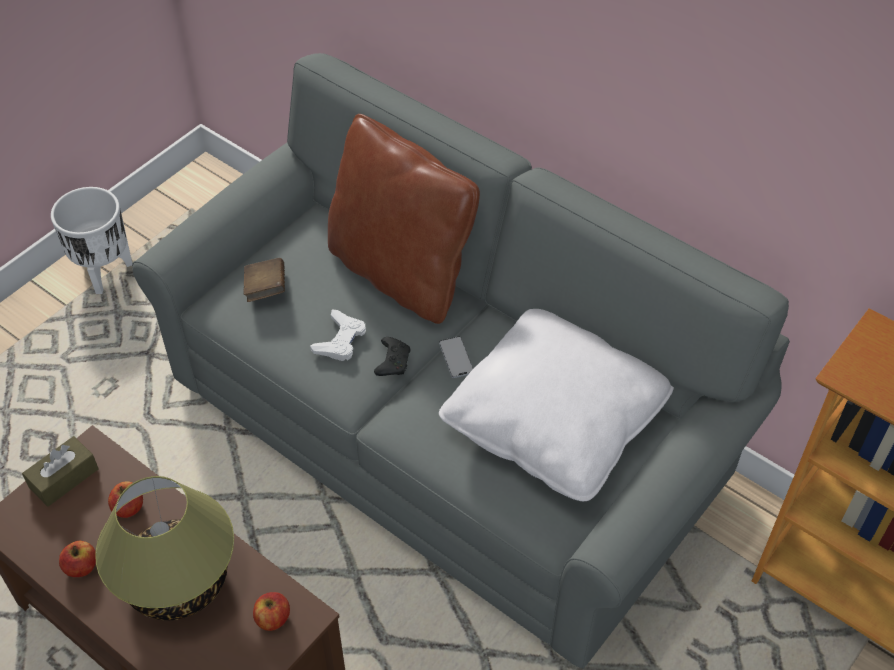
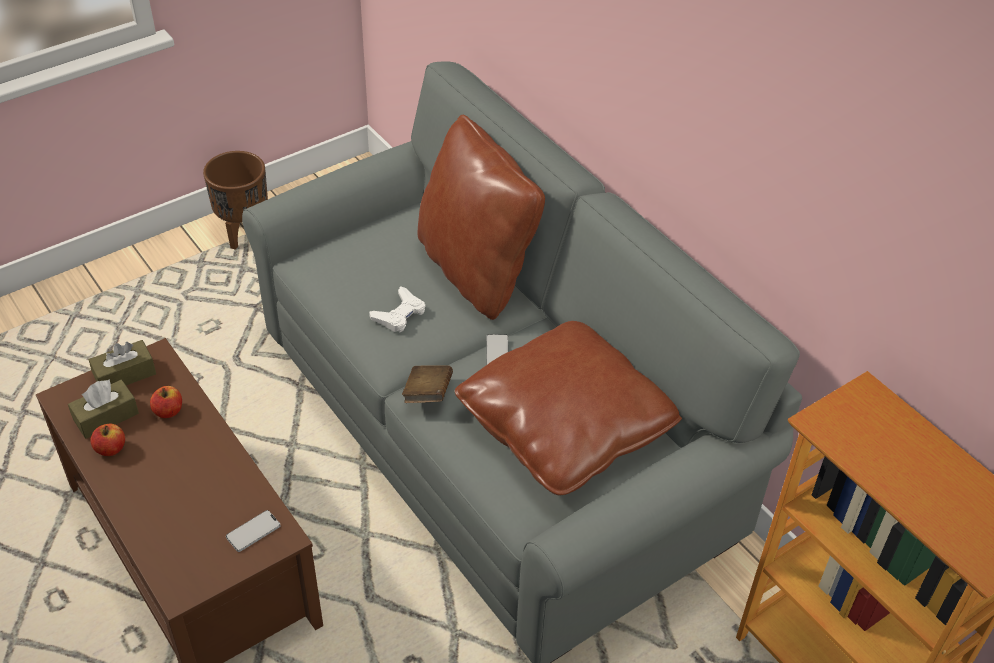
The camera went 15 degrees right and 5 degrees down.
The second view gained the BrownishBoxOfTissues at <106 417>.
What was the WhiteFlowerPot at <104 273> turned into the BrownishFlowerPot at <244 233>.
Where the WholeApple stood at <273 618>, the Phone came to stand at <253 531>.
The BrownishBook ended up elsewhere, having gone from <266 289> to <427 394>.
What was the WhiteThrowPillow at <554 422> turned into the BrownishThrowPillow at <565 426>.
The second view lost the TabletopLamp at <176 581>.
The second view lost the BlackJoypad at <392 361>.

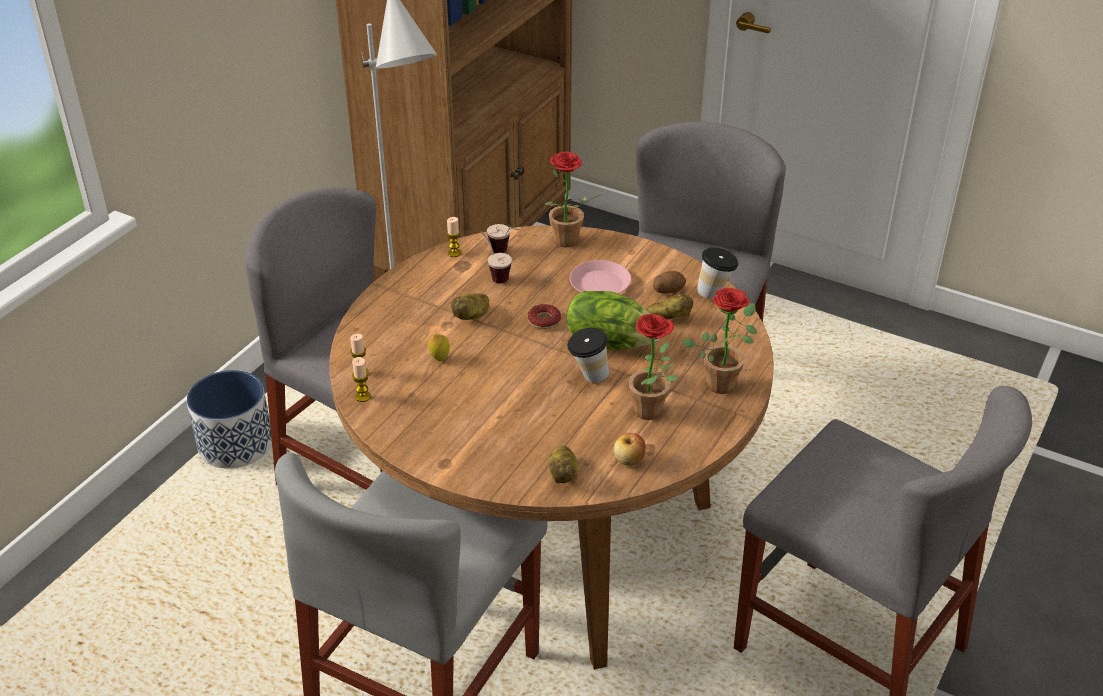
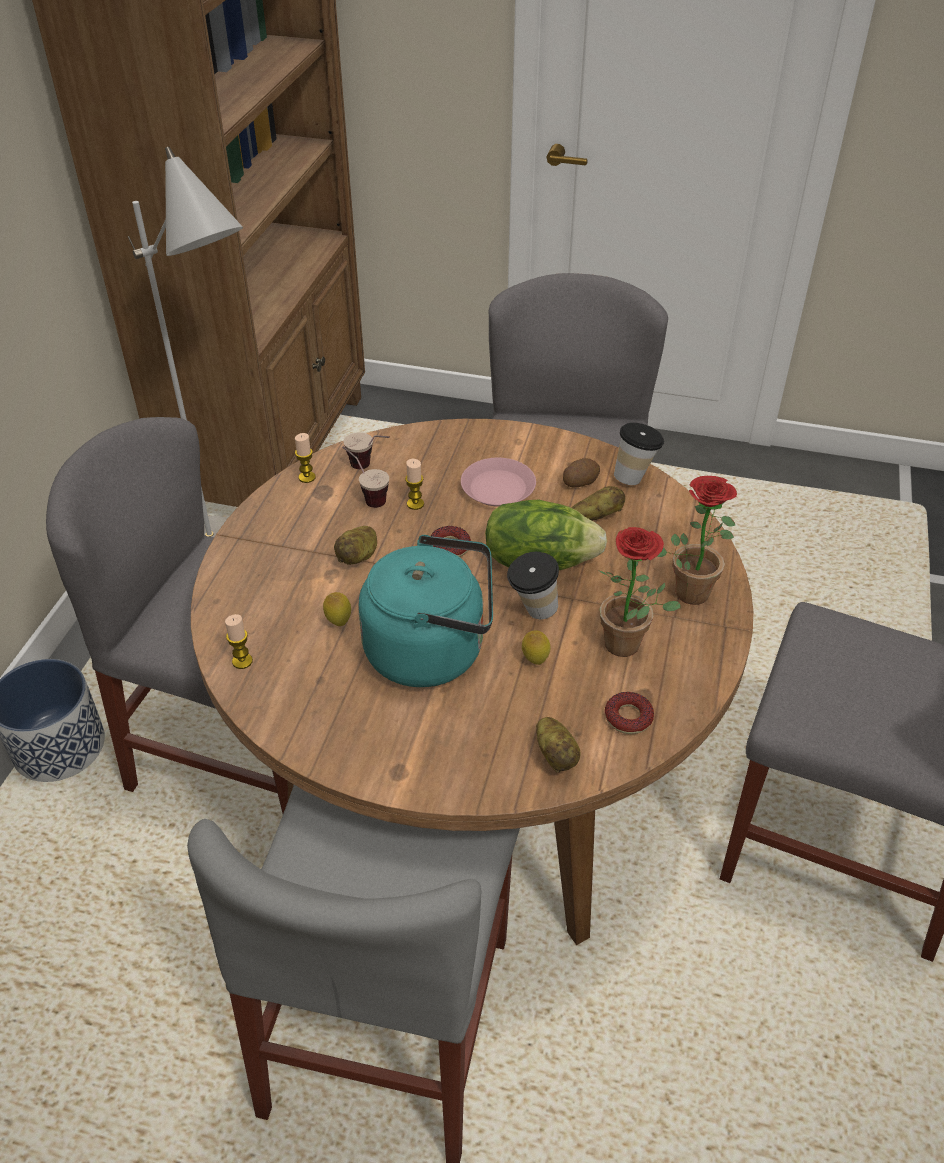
The camera went 15 degrees left and 5 degrees up.
The second view gained the BlueGreenWaterKettle at <432 650>.
The WaxLight ended up elsewhere, having gone from <363 397> to <415 504>.
The second view gained the WholeLemon at <535 660>.
Where the WholeApple stood at <629 460>, the Doughnut came to stand at <628 717>.
The second view lost the Houseplant at <565 244>.

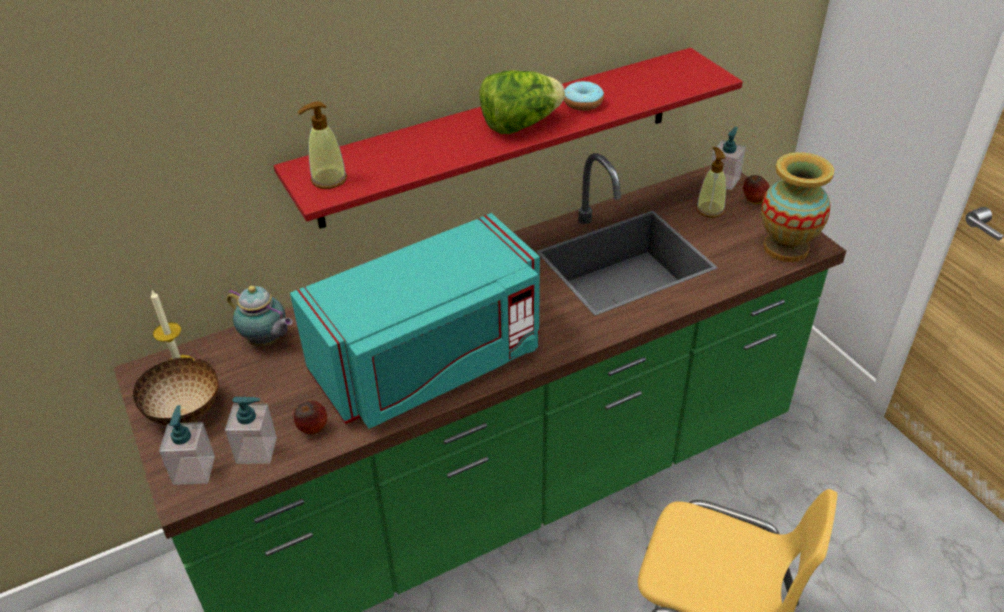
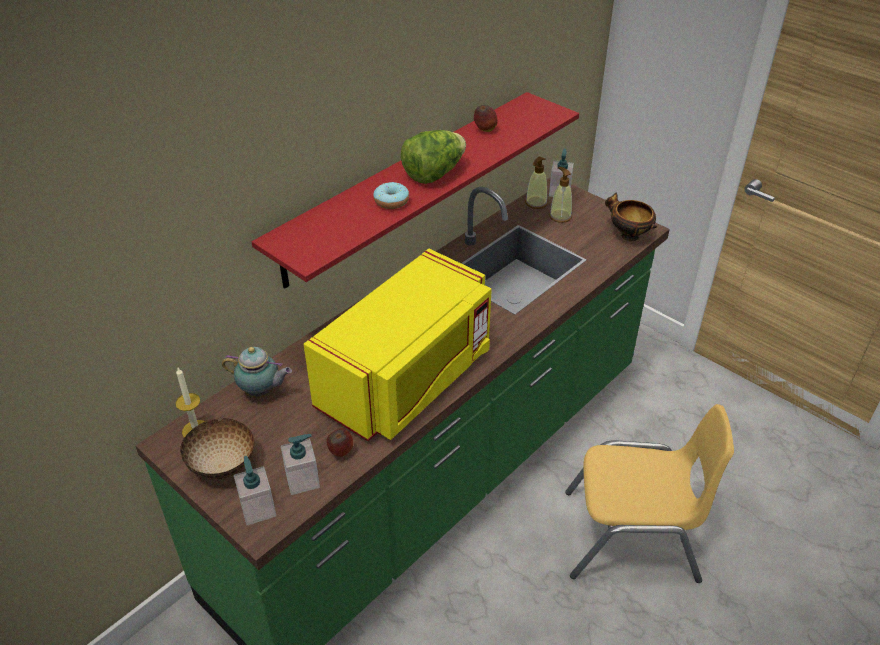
The camera went 20 degrees left and 0 degrees up.
What was the BlueGreenMicrowaveOven at <430 363> turned into the YellowMicrowaveOven at <407 379>.
The Doughnut ended up elsewhere, having gone from <583 103> to <391 201>.
The WholeApple ended up elsewhere, having gone from <754 201> to <485 130>.
The SoapBottle ended up elsewhere, having gone from <328 179> to <536 203>.
Where the FlowerVase stood at <785 248>, the DeepDish came to stand at <627 235>.

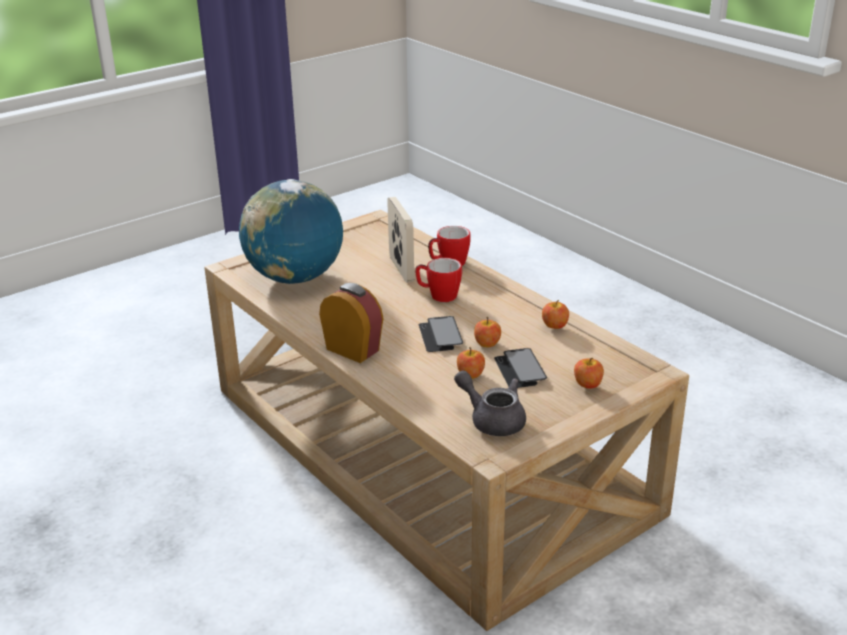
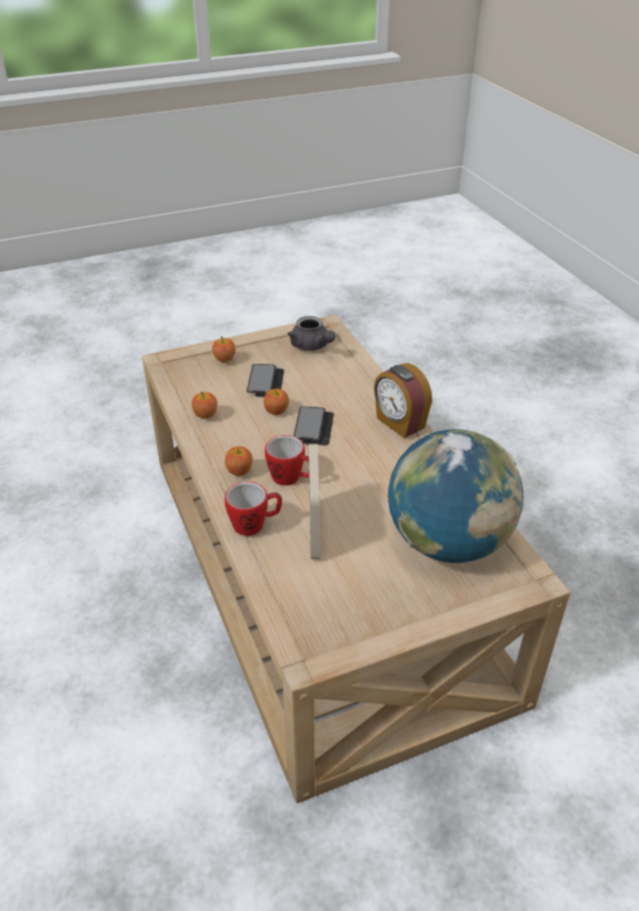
The camera went 165 degrees left and 10 degrees up.
The WholeApple ended up elsewhere, having gone from <470 375> to <239 470>.

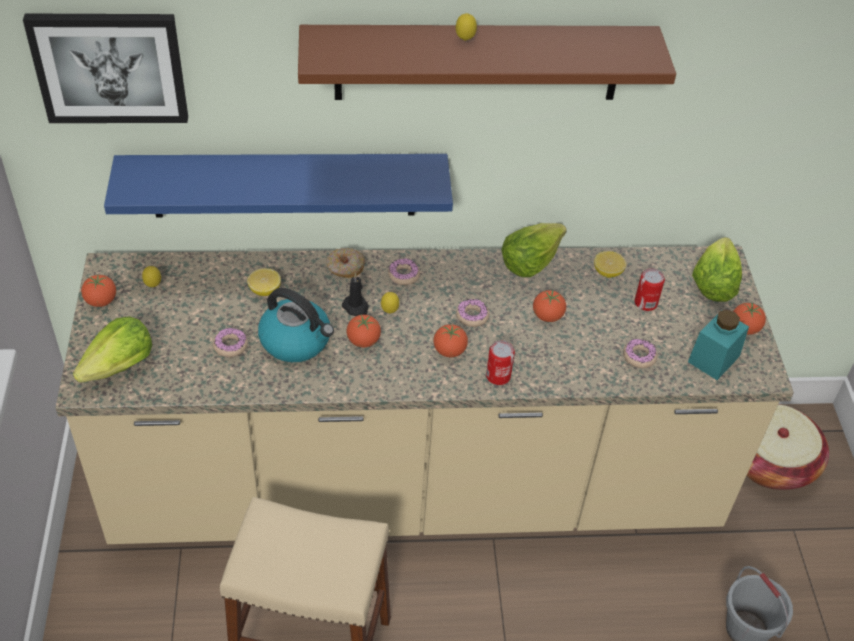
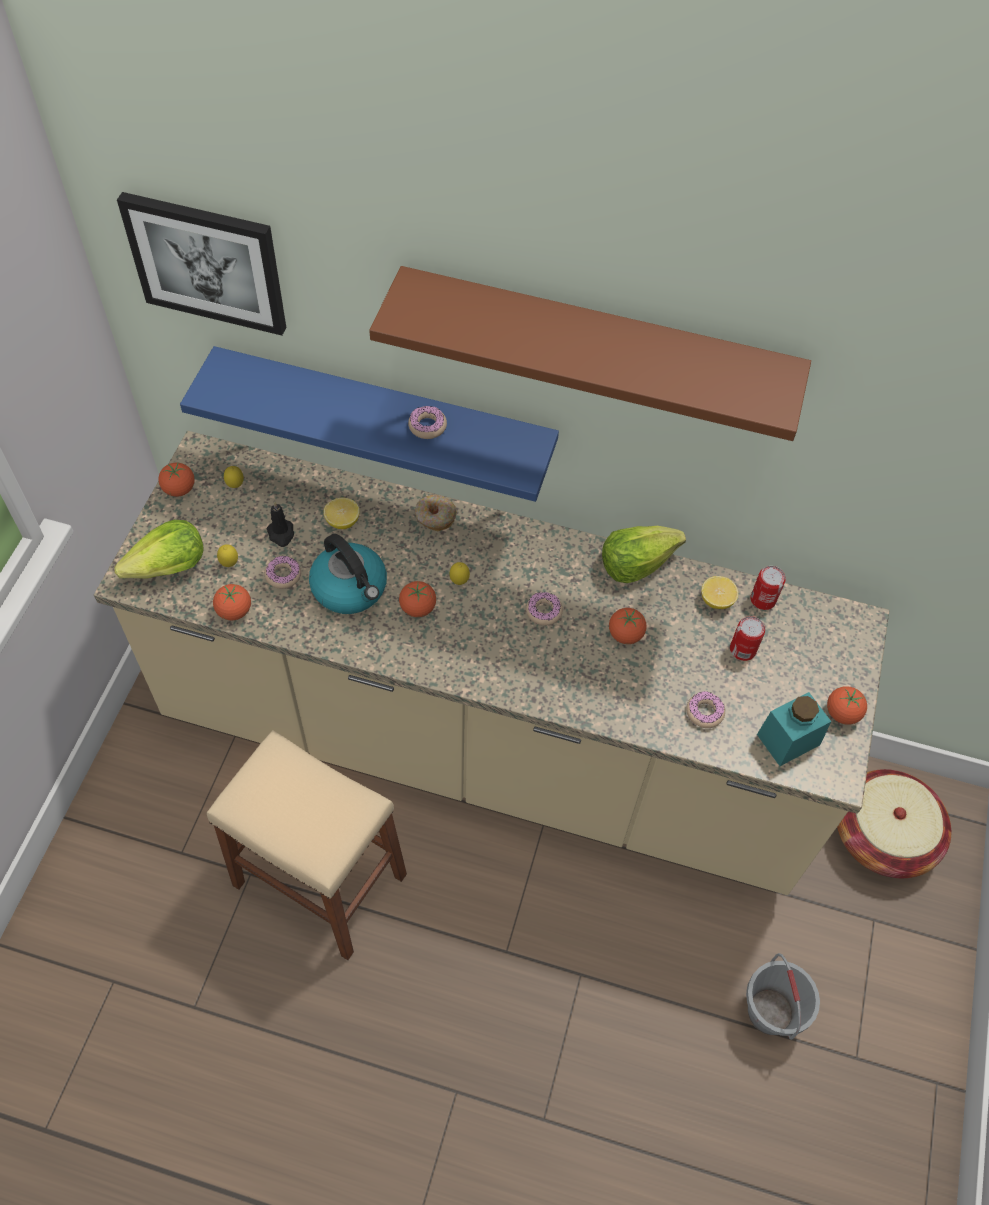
The camera went 20 degrees right and 10 degrees up.
The FreshTomato ended up elsewhere, having gone from <449 351> to <234 611>.
The WholeLemon ended up elsewhere, having gone from <465 40> to <229 564>.
The BlackWaxLight ended up elsewhere, having gone from <356 308> to <281 534>.
The Doughnut ended up elsewhere, having gone from <404 275> to <427 426>.
The MetalCan ended up elsewhere, having gone from <498 376> to <763 599>.
The second view lost the LettuceHead at <713 283>.

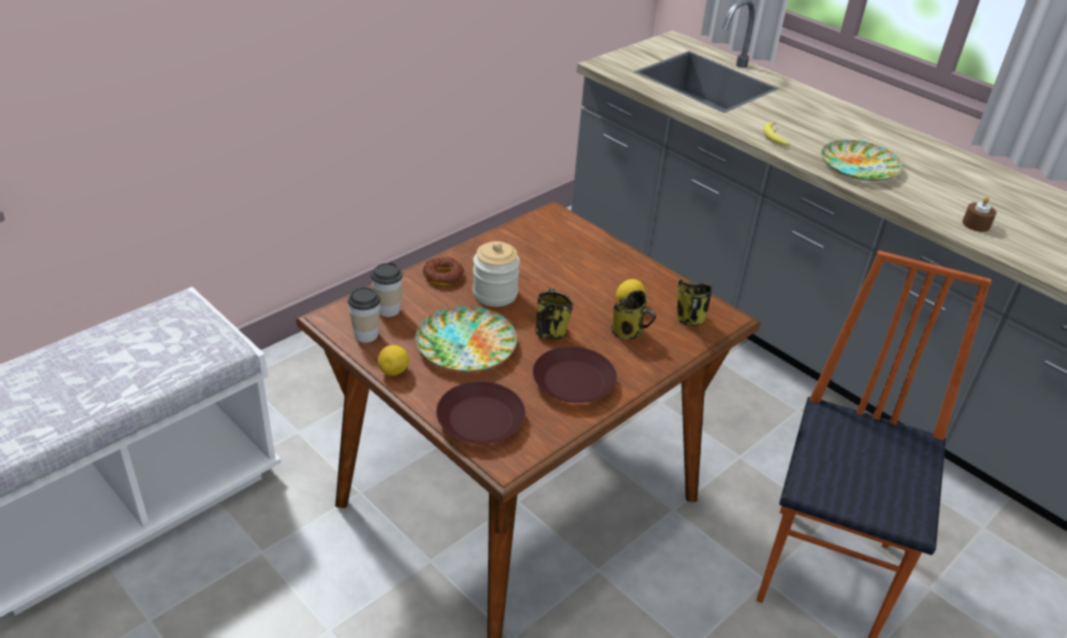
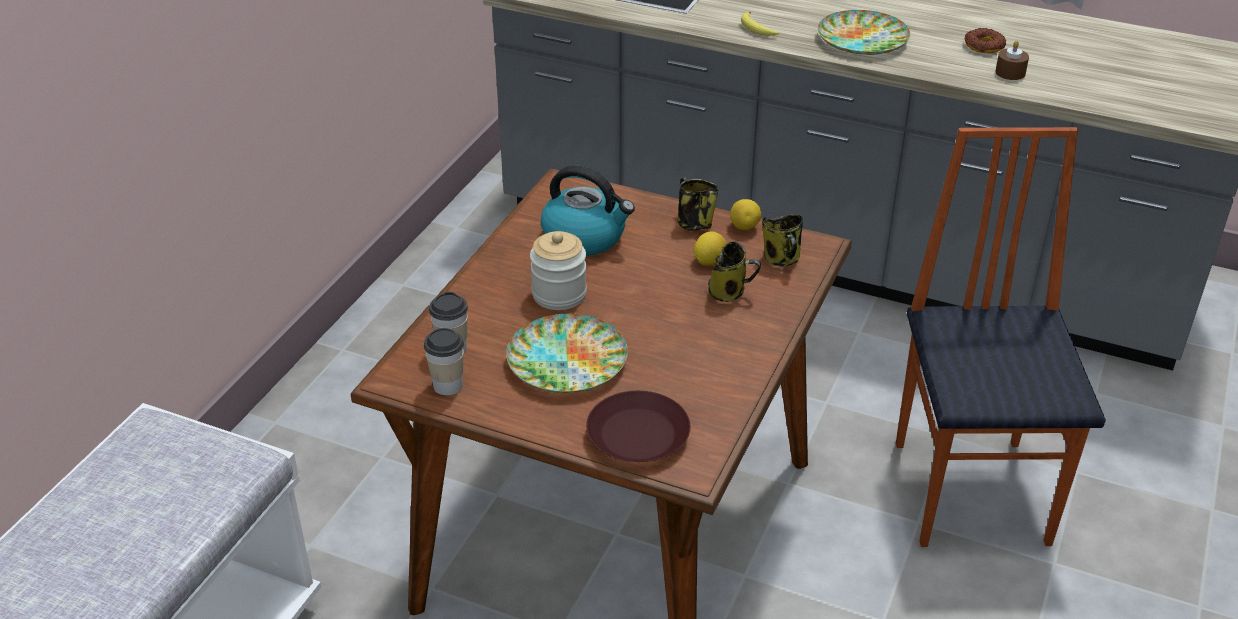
The camera went 20 degrees left and 0 degrees up.
The second view gained the WaterKettle at <585 237>.
The TeaMug ended up elsewhere, having gone from <550 331> to <693 223>.
The WholeLemon ended up elsewhere, having gone from <394 371> to <744 227>.
The Doughnut ended up elsewhere, having gone from <443 276> to <984 46>.
The second view lost the BrownishDinnerPlate at <572 381>.

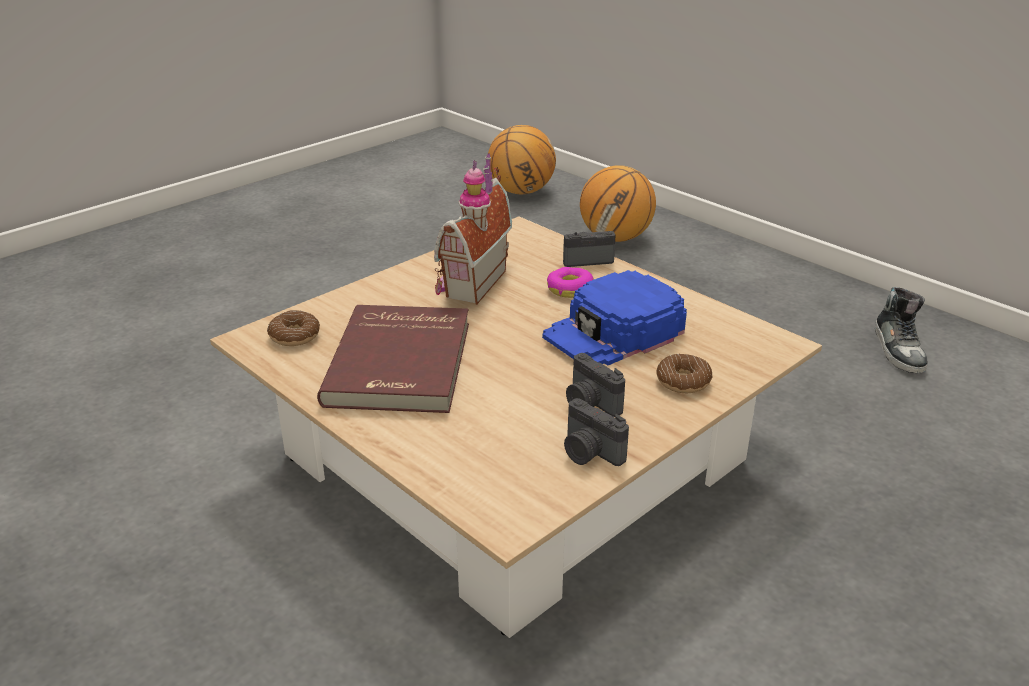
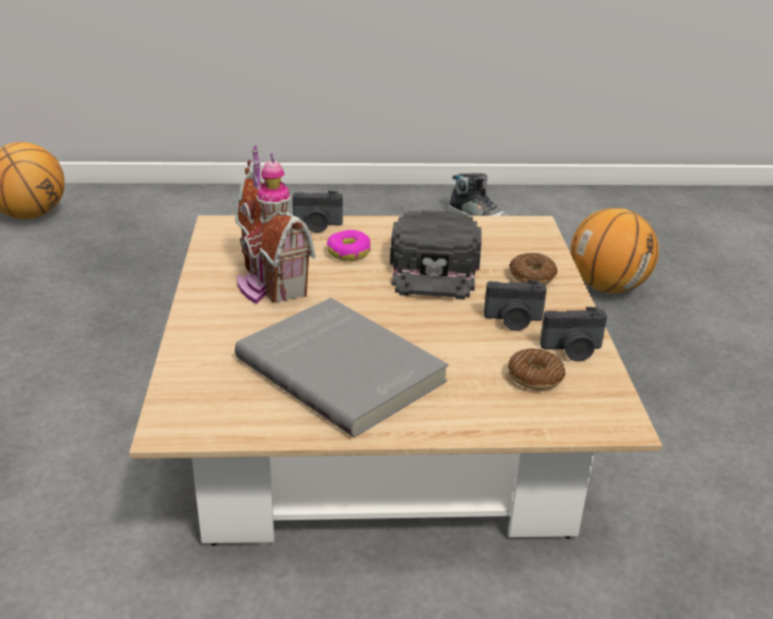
The camera went 50 degrees left and 0 degrees up.
What was the ReddishBook at <403 363> turned into the GreyishBook at <343 368>.
The PhotoCamera at <586 259> ended up facing another way, 120 degrees counterclockwise from before.
What was the BlueColouredCap at <613 332> turned into the BlackCap at <435 267>.
The Doughnut ended up elsewhere, having gone from <294 336> to <535 377>.
The BasketballBall ended up elsewhere, having gone from <616 238> to <607 287>.

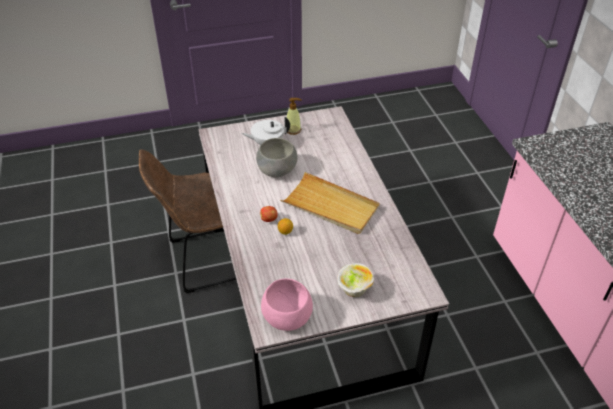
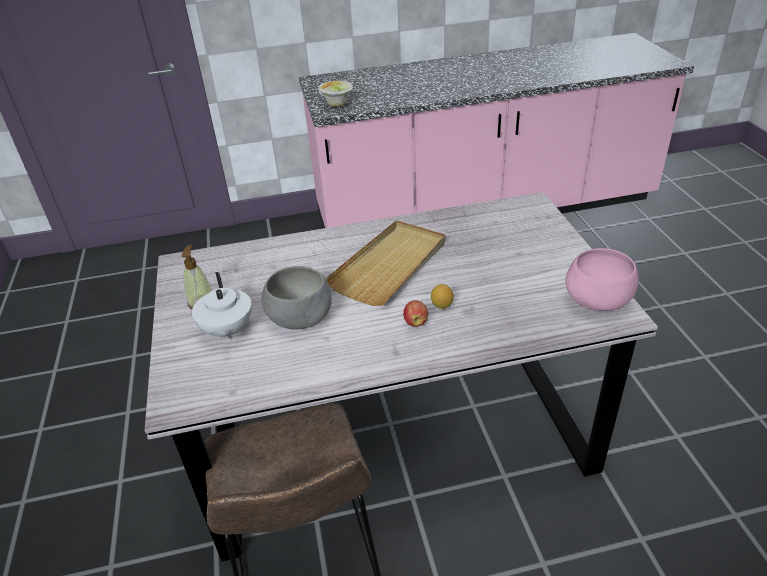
The camera went 85 degrees left and 5 degrees down.
The DeepDish ended up elsewhere, having gone from <353 290> to <337 105>.

